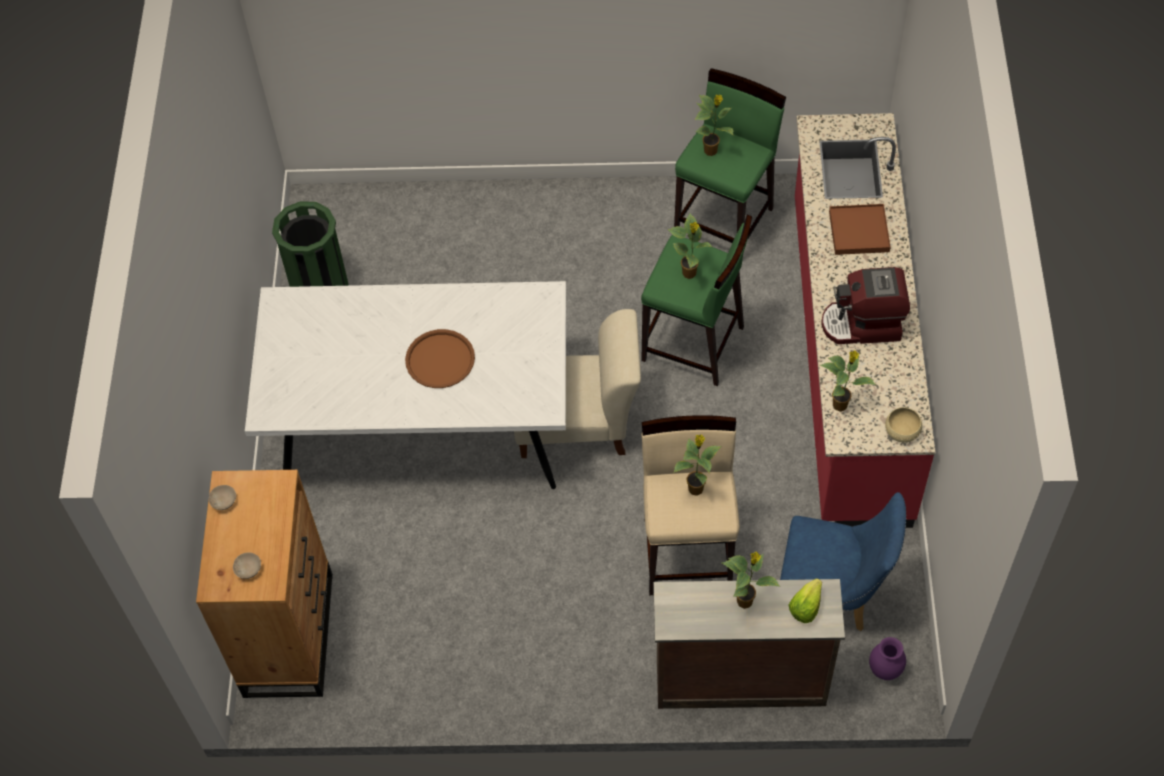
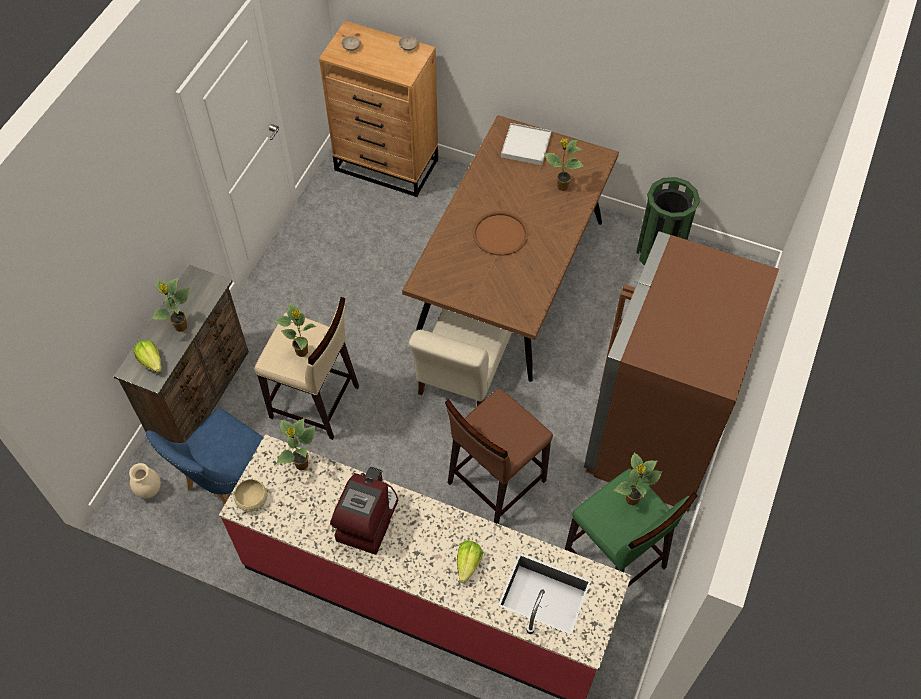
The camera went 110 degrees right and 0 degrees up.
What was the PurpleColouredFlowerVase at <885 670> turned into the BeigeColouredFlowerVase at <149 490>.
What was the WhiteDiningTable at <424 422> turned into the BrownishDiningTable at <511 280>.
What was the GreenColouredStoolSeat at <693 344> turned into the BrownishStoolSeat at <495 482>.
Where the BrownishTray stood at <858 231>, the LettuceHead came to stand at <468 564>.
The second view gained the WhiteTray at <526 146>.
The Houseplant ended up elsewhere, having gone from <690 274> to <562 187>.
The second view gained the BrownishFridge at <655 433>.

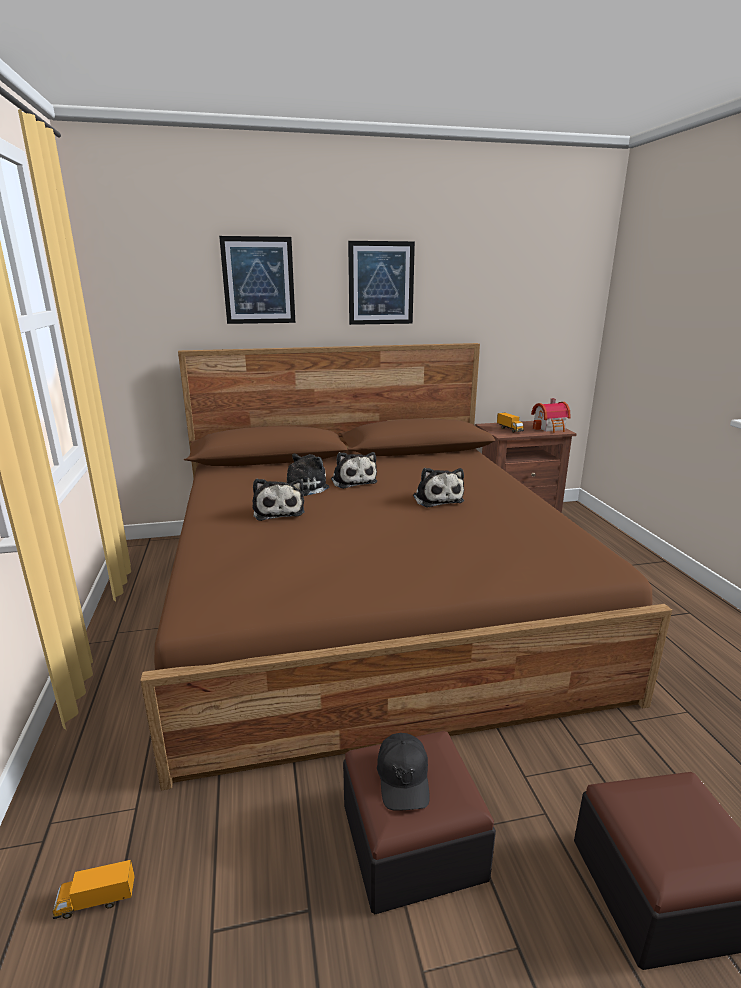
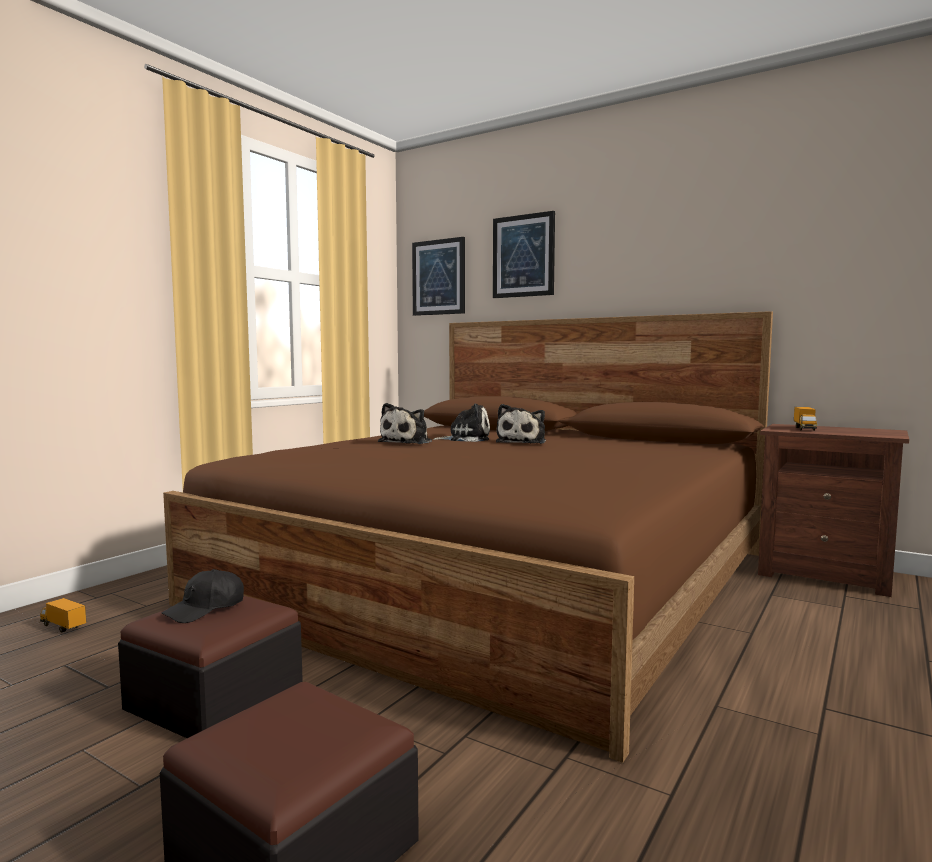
The camera went 45 degrees right and 15 degrees down.
The WallArt ended up elsewhere, having gone from <381 283> to <439 277>.
The second view lost the SoftToy at <437 498>.
The second view lost the MiniatureHouse at <550 428>.

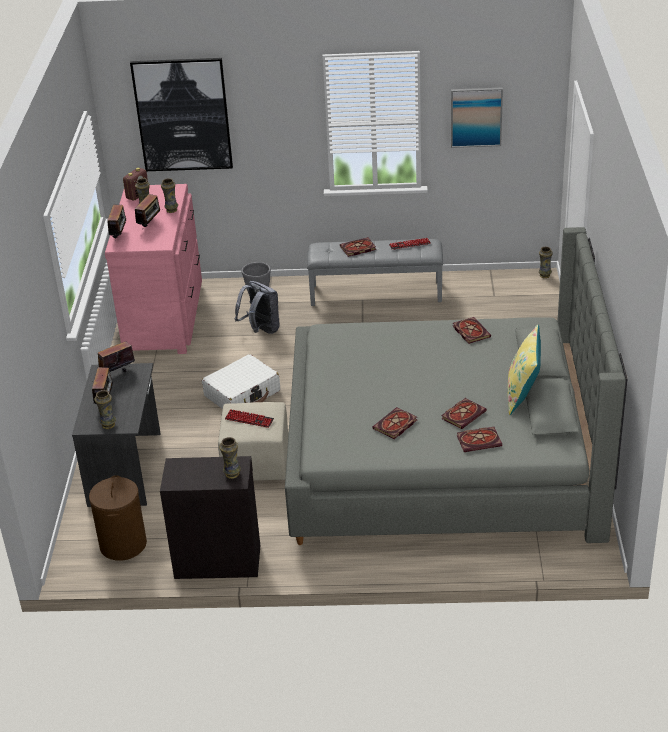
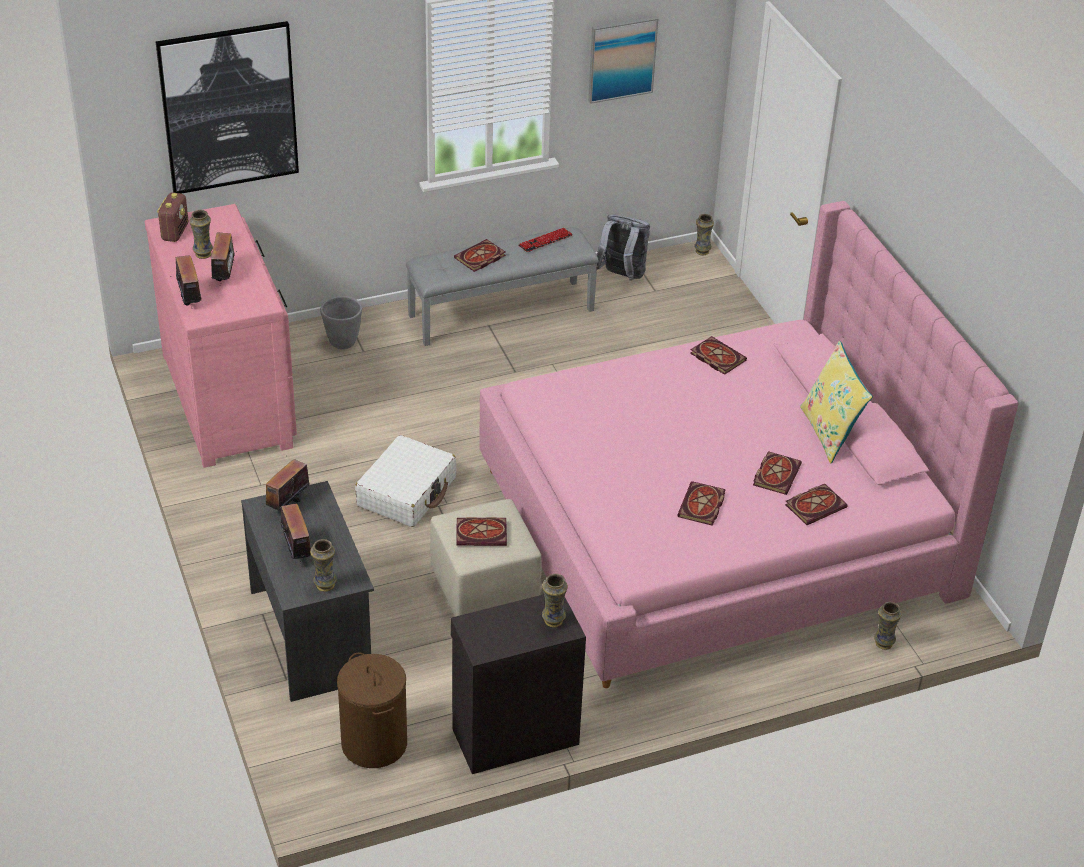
The camera went 25 degrees left and 5 degrees up.
Where the ComputerKeyboard stood at <249 419>, the Book came to stand at <482 533>.
What was the GreyishBedroomBed at <444 459> turned into the PinkColouredBedroomBed at <719 530>.
The GreyishKnapsack ended up elsewhere, having gone from <261 330> to <621 276>.
The FlowerVase ended up elsewhere, having gone from <171 210> to <883 643>.

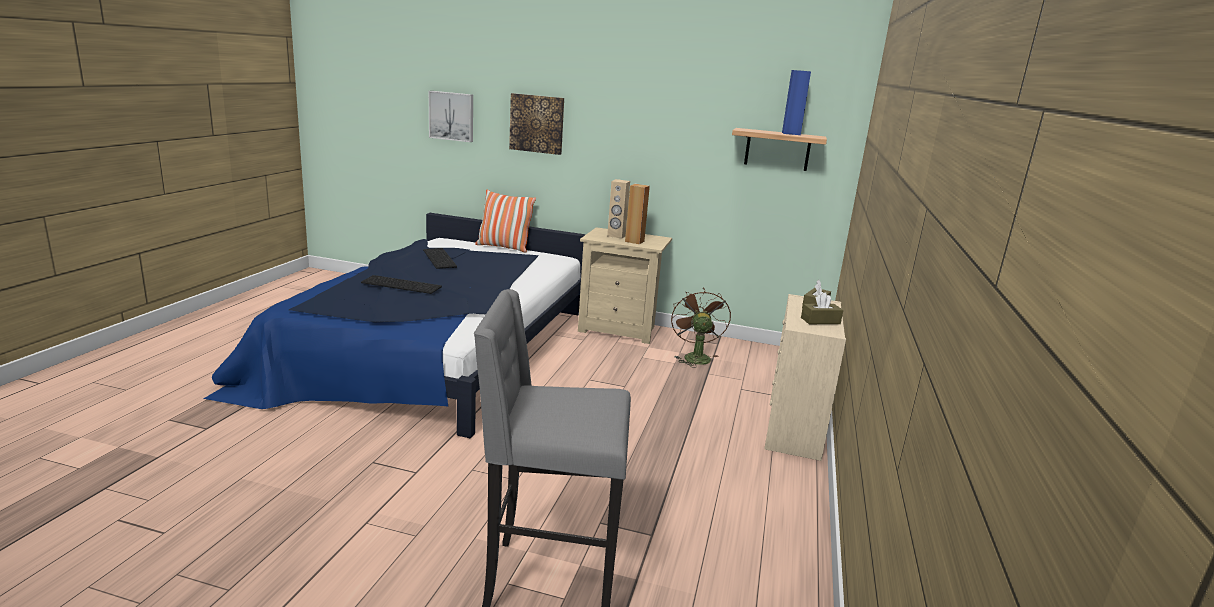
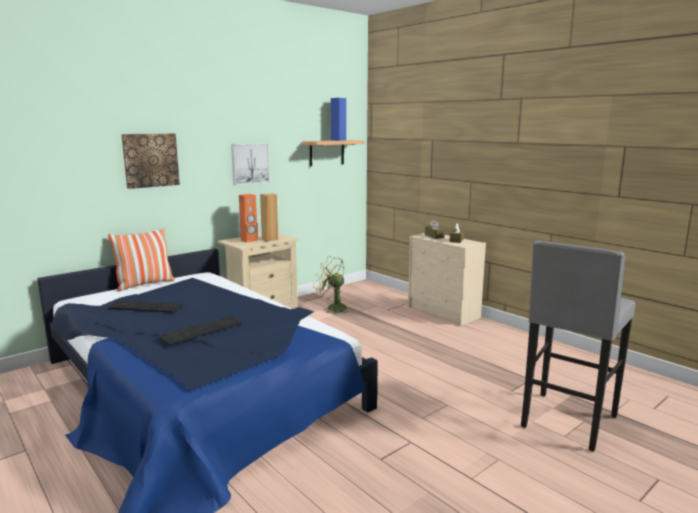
The camera went 55 degrees left and 5 degrees down.
The WallArt ended up elsewhere, having gone from <452 116> to <249 163>.
What was the BeigeColouredSpeaker at <616 236> turned into the OrangeSpeaker at <249 240>.
What was the BrownishElectricFan at <695 356> turned into the GreenColouredElectricFan at <332 307>.

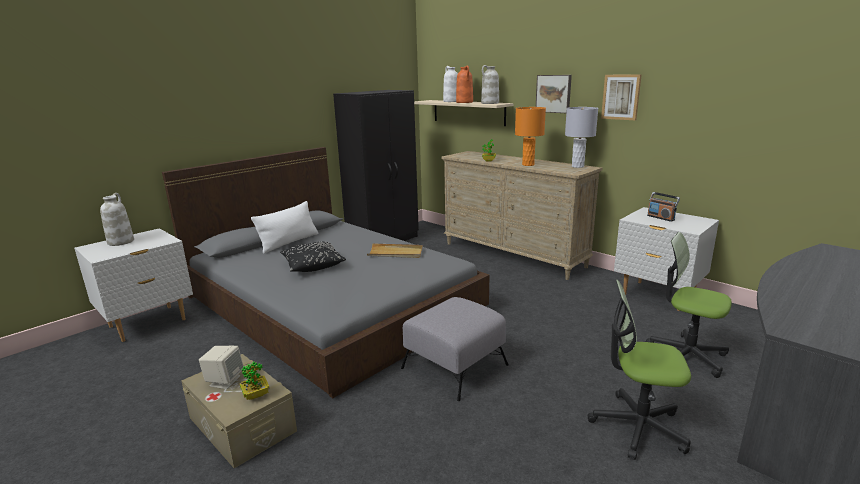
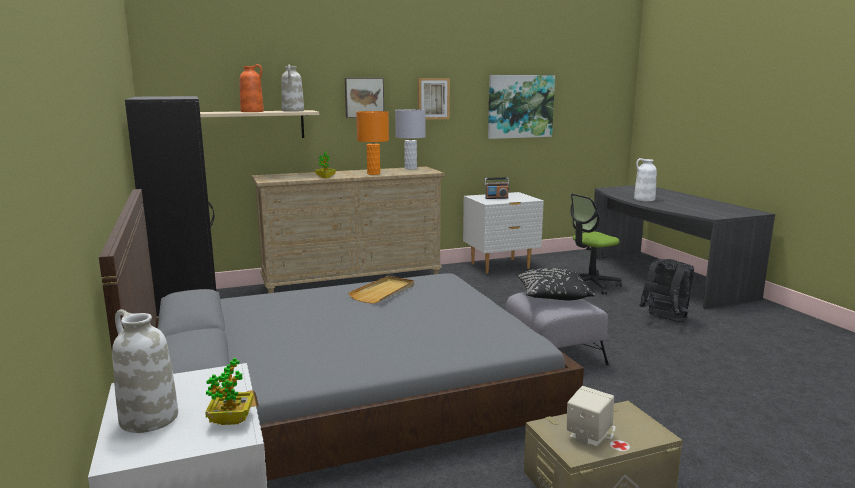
The camera went 65 degrees left and 5 degrees down.
The Houseplant ended up elsewhere, having gone from <256 395> to <231 420>.
The second view gained the WallArt at <520 106>.
The BlackThrowPillow ended up elsewhere, having gone from <312 265> to <552 296>.
The WhiteFlowerVase ended up elsewhere, having gone from <451 101> to <644 199>.
Where the OfficeChair stood at <637 426>, the BlackKnapsack came to stand at <664 320>.
The second view lost the WhiteThrowPillow at <289 242>.

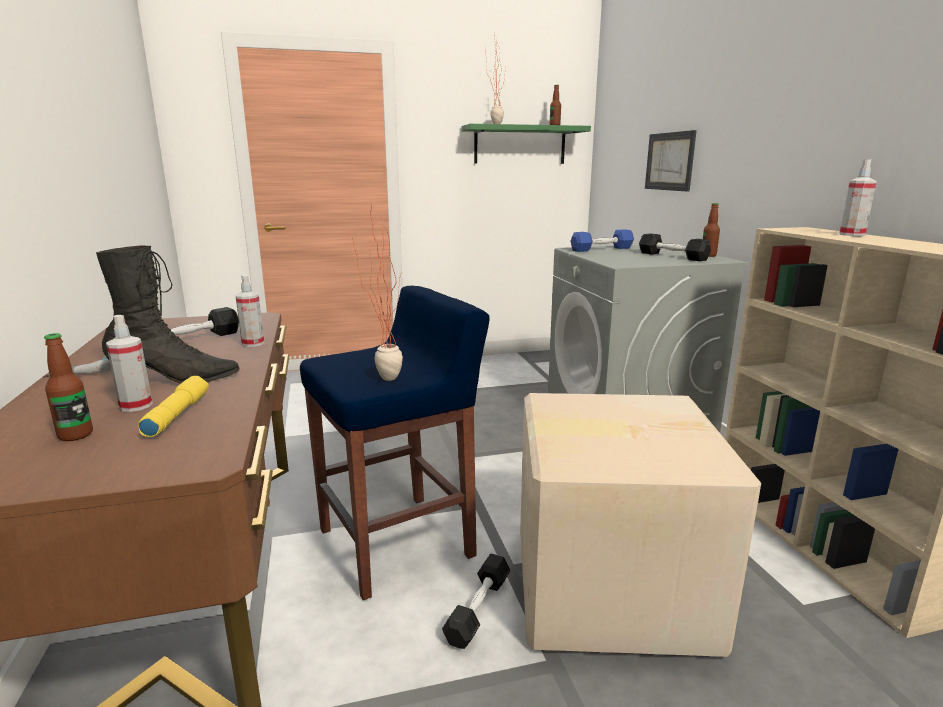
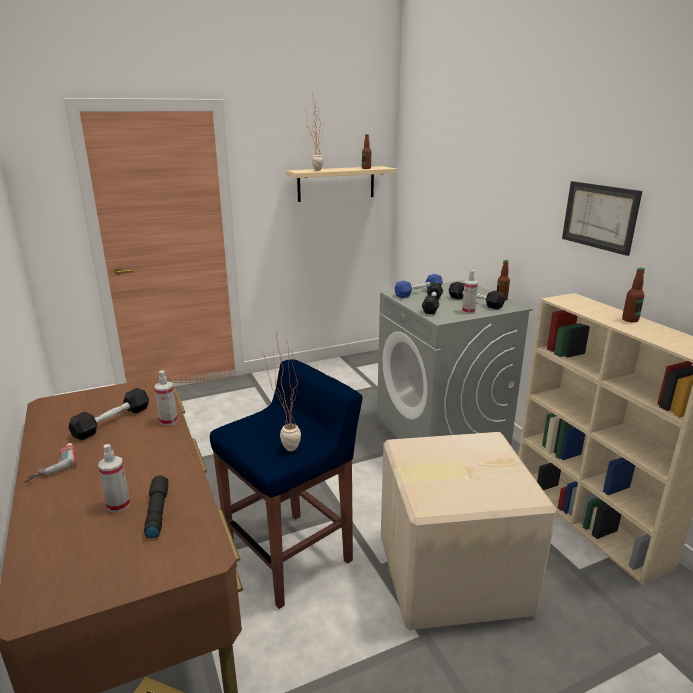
The camera went 10 degrees left and 5 degrees up.
What was the YellowHandTorch at <176 415> turned into the BlackHandTorch at <156 512>.
What was the GreenColouredShelf at <520 145> turned into the BeigeColouredShelf at <336 183>.
The BlackFreeWeight ended up elsewhere, having gone from <478 609> to <432 305>.
The SprayBottle ended up elsewhere, having gone from <852 235> to <468 311>.
The WallArt ended up elsewhere, having gone from <669 161> to <599 216>.
The BeverageBottle ended up elsewhere, having gone from <75 435> to <630 320>.
The second view lost the BlackHighTopBoot at <176 380>.

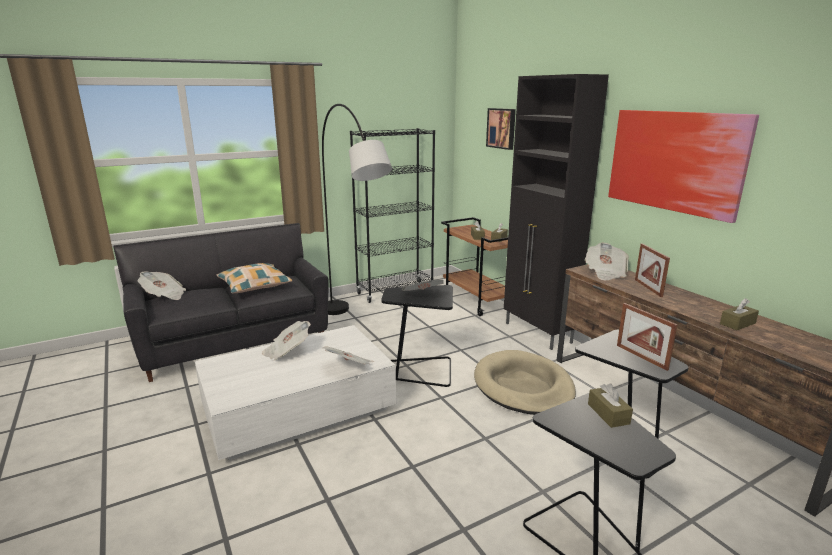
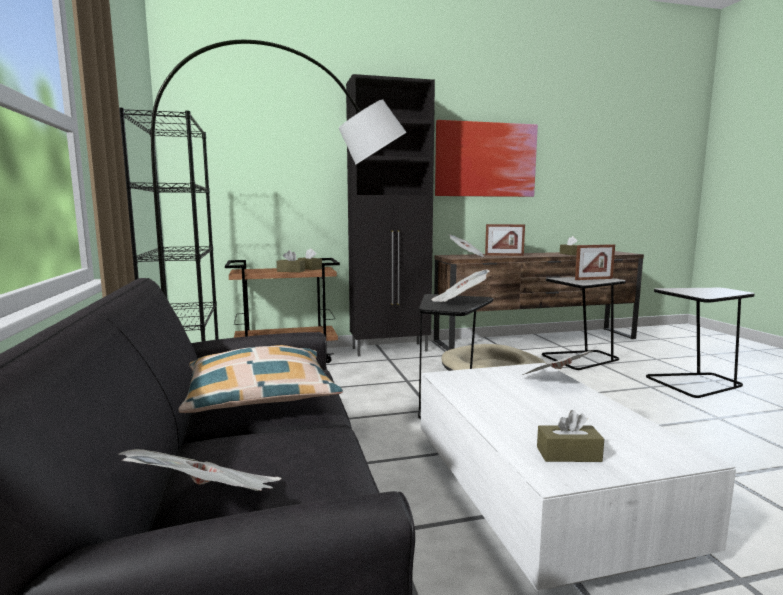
The camera went 75 degrees left and 10 degrees down.
The BrownishBoxOfTissues ended up elsewhere, having gone from <608 414> to <568 454>.
The second view lost the Newspaper at <287 351>.
The second view lost the WallArt at <502 128>.

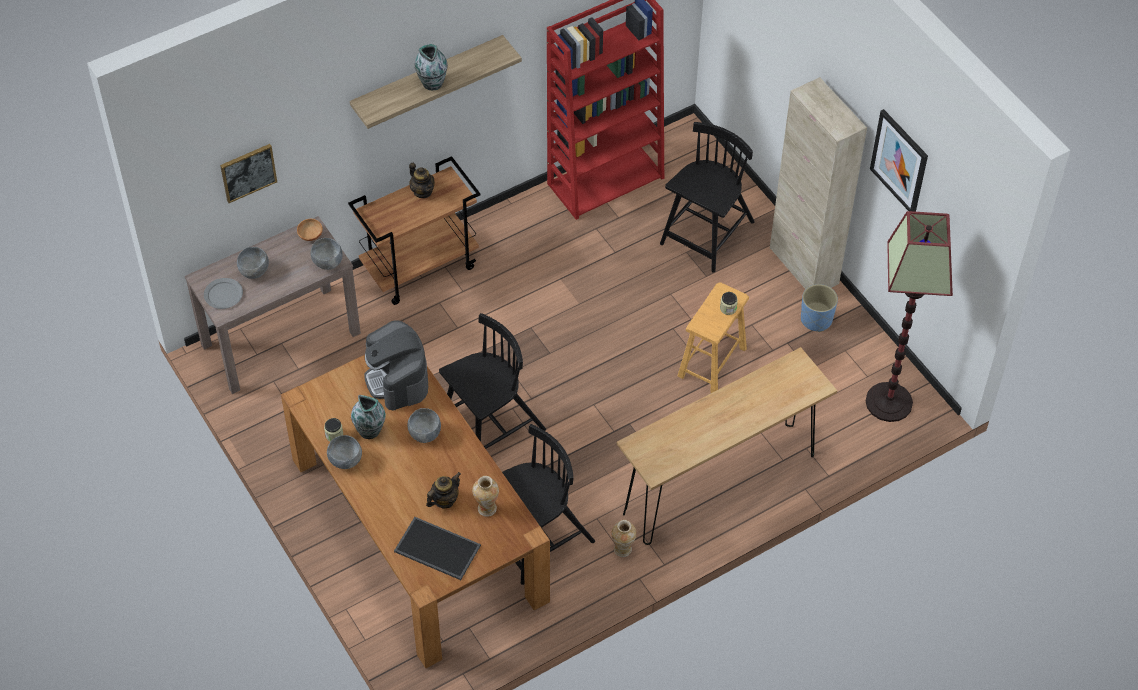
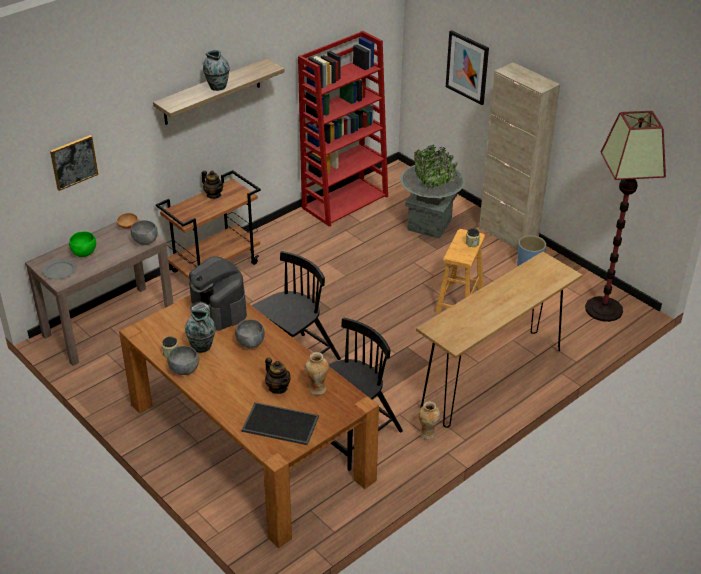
The camera went 10 degrees left and 15 degrees down.
What was the GreyishDeepDish at <254 271> turned into the GreenColouredDeepDish at <84 253>.
The PotForTea at <444 500> ended up facing another way, 105 degrees clockwise from before.
Where the BlackPlainChair stood at <706 235>, the GreyishFlowerPot came to stand at <429 225>.
The WallArt ended up elsewhere, having gone from <899 161> to <467 67>.

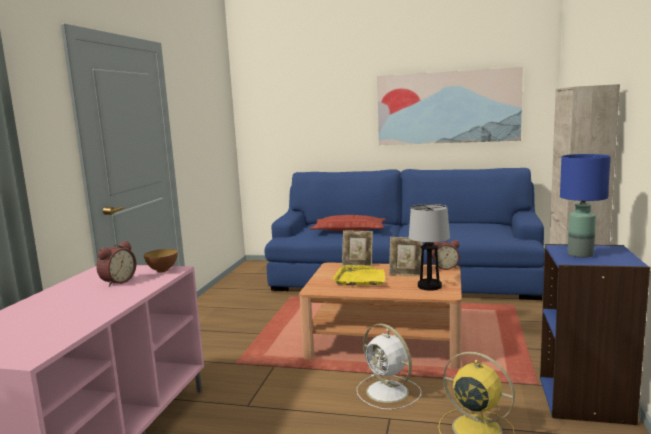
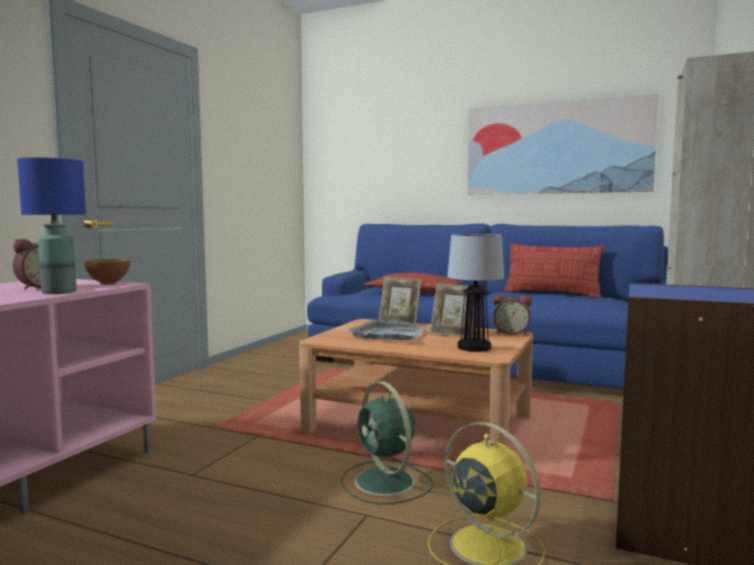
The camera went 10 degrees right and 5 degrees down.
The BlueColouredTabletopLamp ended up elsewhere, having gone from <579 254> to <58 292>.
What was the WhiteElectricFan at <389 392> turned into the GreenColouredElectricFan at <386 483>.
What was the YellowTray at <360 278> turned into the GreyishTray at <390 334>.
The second view gained the ThrowPillow at <552 294>.

